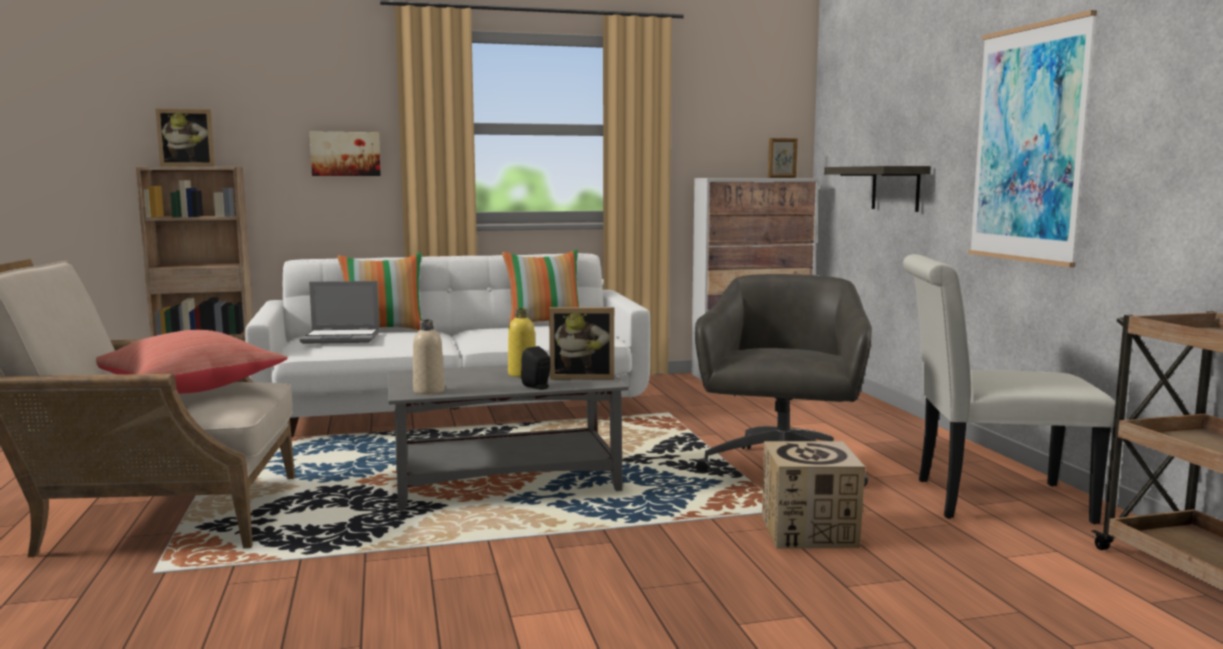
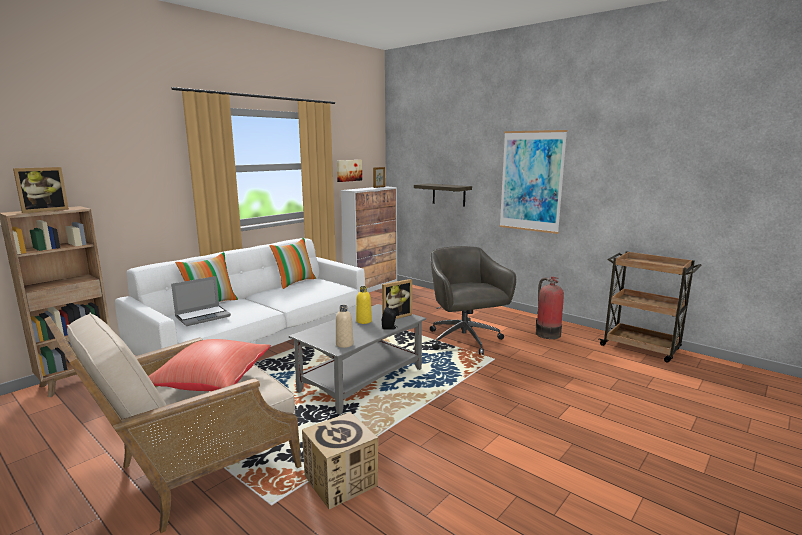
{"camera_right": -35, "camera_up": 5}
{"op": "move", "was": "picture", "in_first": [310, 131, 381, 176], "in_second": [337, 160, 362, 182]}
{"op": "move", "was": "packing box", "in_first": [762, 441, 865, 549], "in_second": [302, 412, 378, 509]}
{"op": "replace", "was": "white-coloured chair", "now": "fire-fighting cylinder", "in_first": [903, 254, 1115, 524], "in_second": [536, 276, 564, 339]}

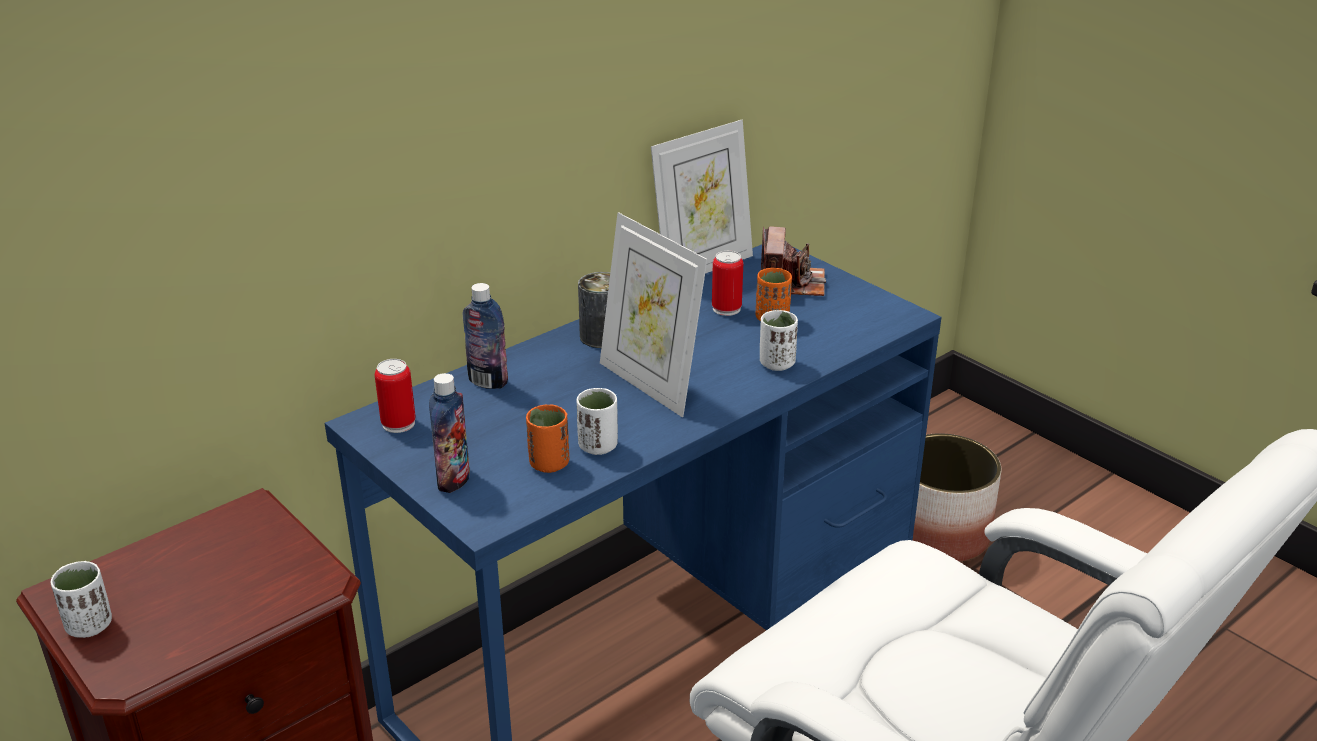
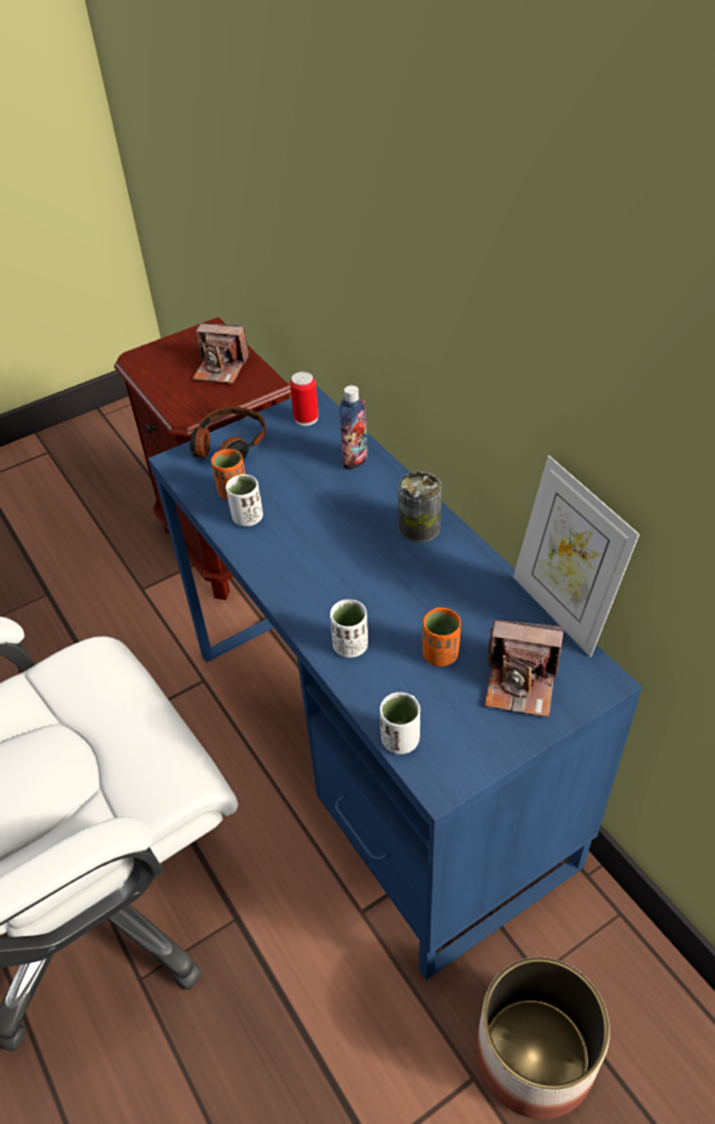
{"camera_right": 100, "camera_up": 15}
{"op": "delete", "was": "picture frame", "in_first": [600, 212, 707, 417]}
{"op": "delete", "was": "can", "in_first": [712, 251, 743, 316]}
{"op": "insert", "now": "still camera", "in_second": [192, 324, 249, 384]}
{"op": "move", "was": "white-coloured cup", "in_first": [51, 561, 112, 638], "in_second": [380, 692, 420, 754]}
{"op": "replace", "was": "drink bottle", "now": "headset", "in_first": [429, 373, 470, 493], "in_second": [190, 407, 266, 460]}

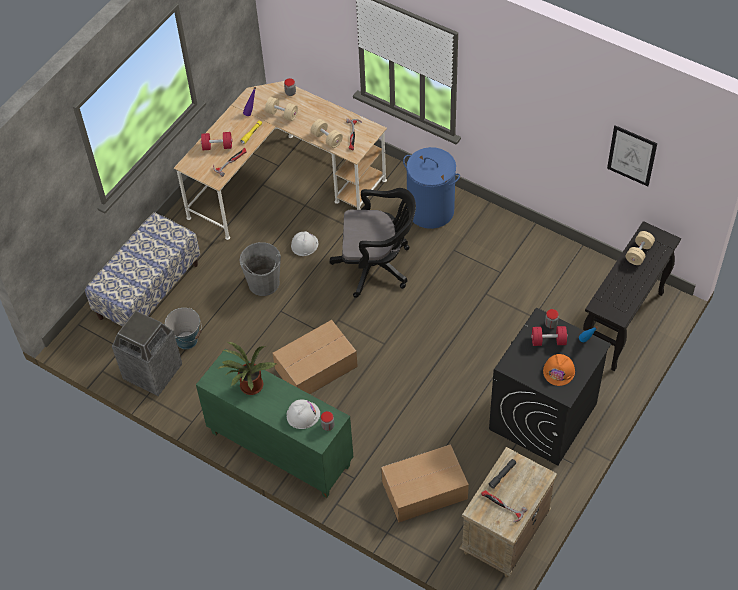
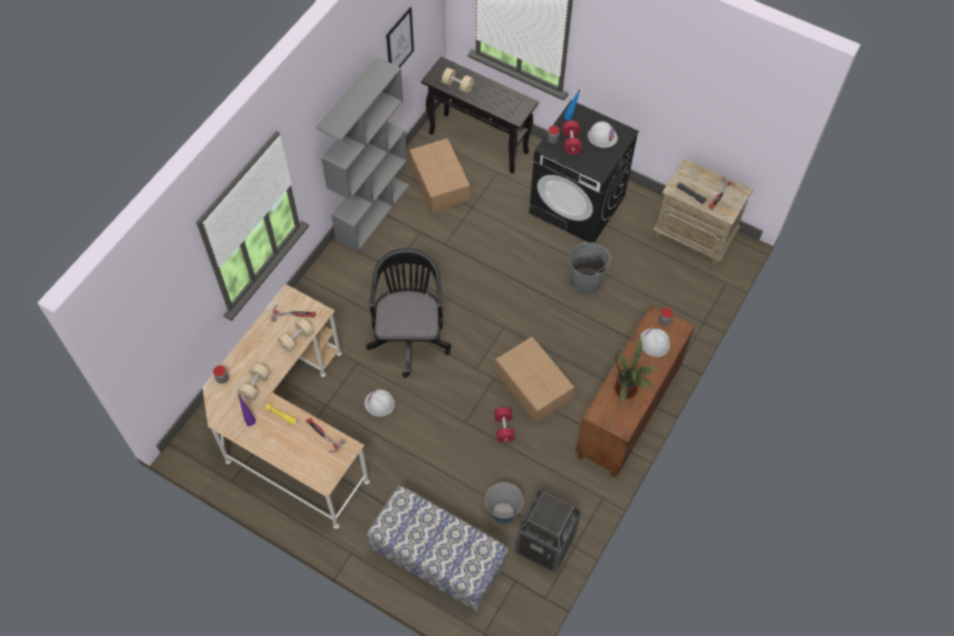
{"camera_right": -95, "camera_up": 5}
{"op": "delete", "was": "blue-coloured washing basket", "in_first": [403, 147, 460, 229]}
{"op": "insert", "now": "grey bookcase", "in_second": [316, 57, 409, 252]}
{"op": "move", "was": "red-coloured hand weight", "in_first": [201, 132, 233, 150], "in_second": [494, 407, 515, 443]}
{"op": "move", "was": "grey bucket", "in_first": [240, 242, 281, 296], "in_second": [569, 242, 611, 294]}
{"op": "move", "was": "packing box", "in_first": [381, 444, 469, 523], "in_second": [409, 138, 470, 213]}
{"op": "recolor", "was": "greenish cupboard", "now": "brown-coloured cupboard", "in_first": [196, 349, 353, 498], "in_second": [575, 304, 695, 477]}
{"op": "recolor", "was": "orangey safety helmet", "now": "white-coloured safety helmet", "in_first": [543, 354, 575, 386], "in_second": [588, 121, 618, 148]}

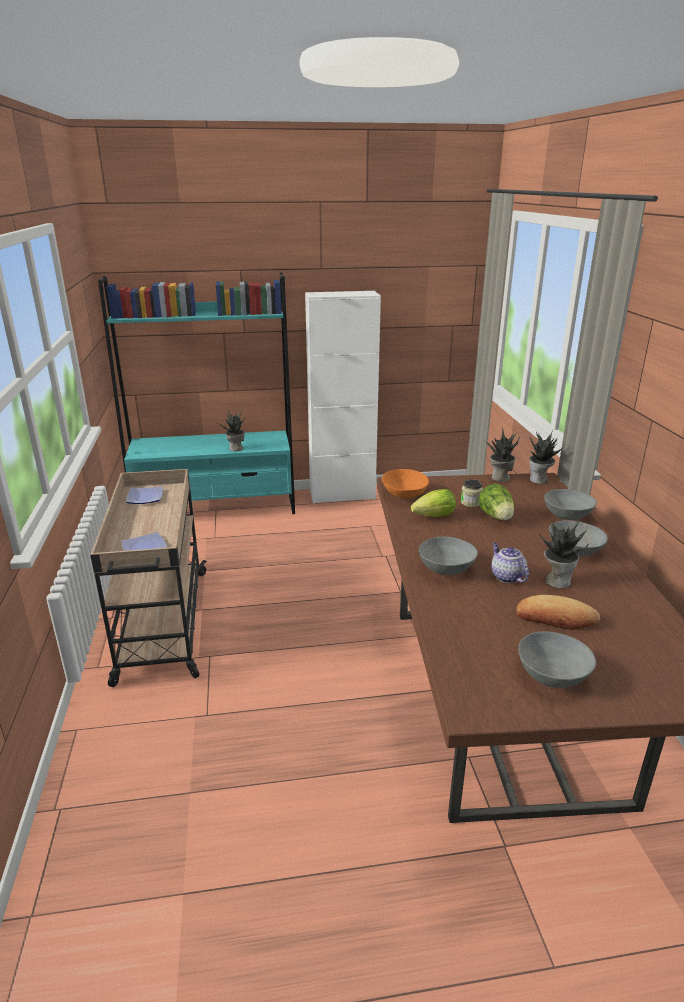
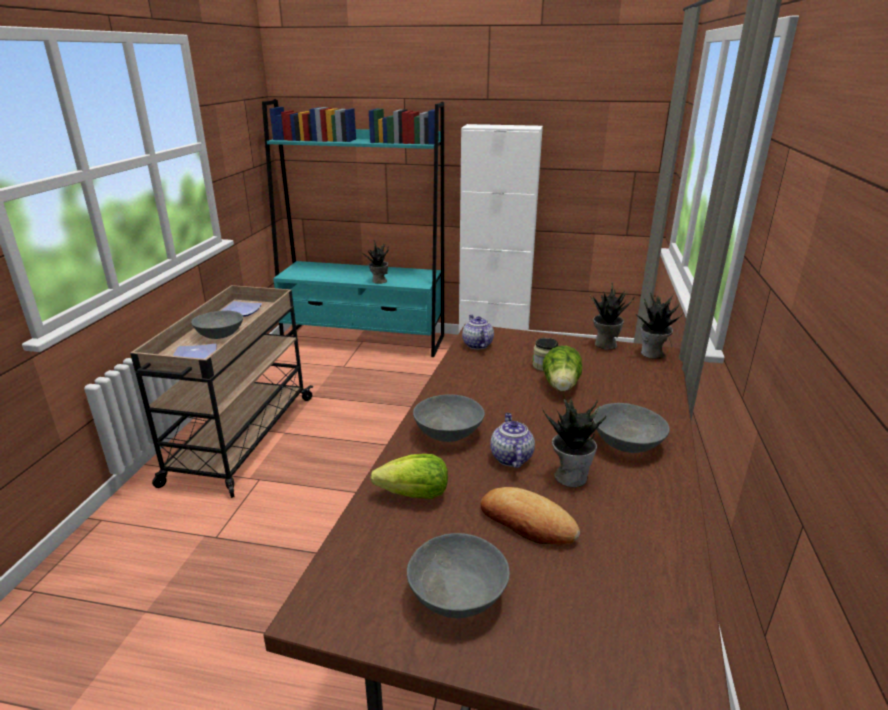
{"camera_right": 20, "camera_up": 0}
{"op": "move", "was": "lettuce head", "in_first": [411, 489, 456, 517], "in_second": [371, 454, 448, 499]}
{"op": "move", "was": "grey bowl", "in_first": [544, 489, 597, 520], "in_second": [191, 310, 243, 339]}
{"op": "replace", "was": "orangey bowl", "now": "tea pot", "in_first": [382, 469, 429, 499], "in_second": [462, 315, 494, 349]}

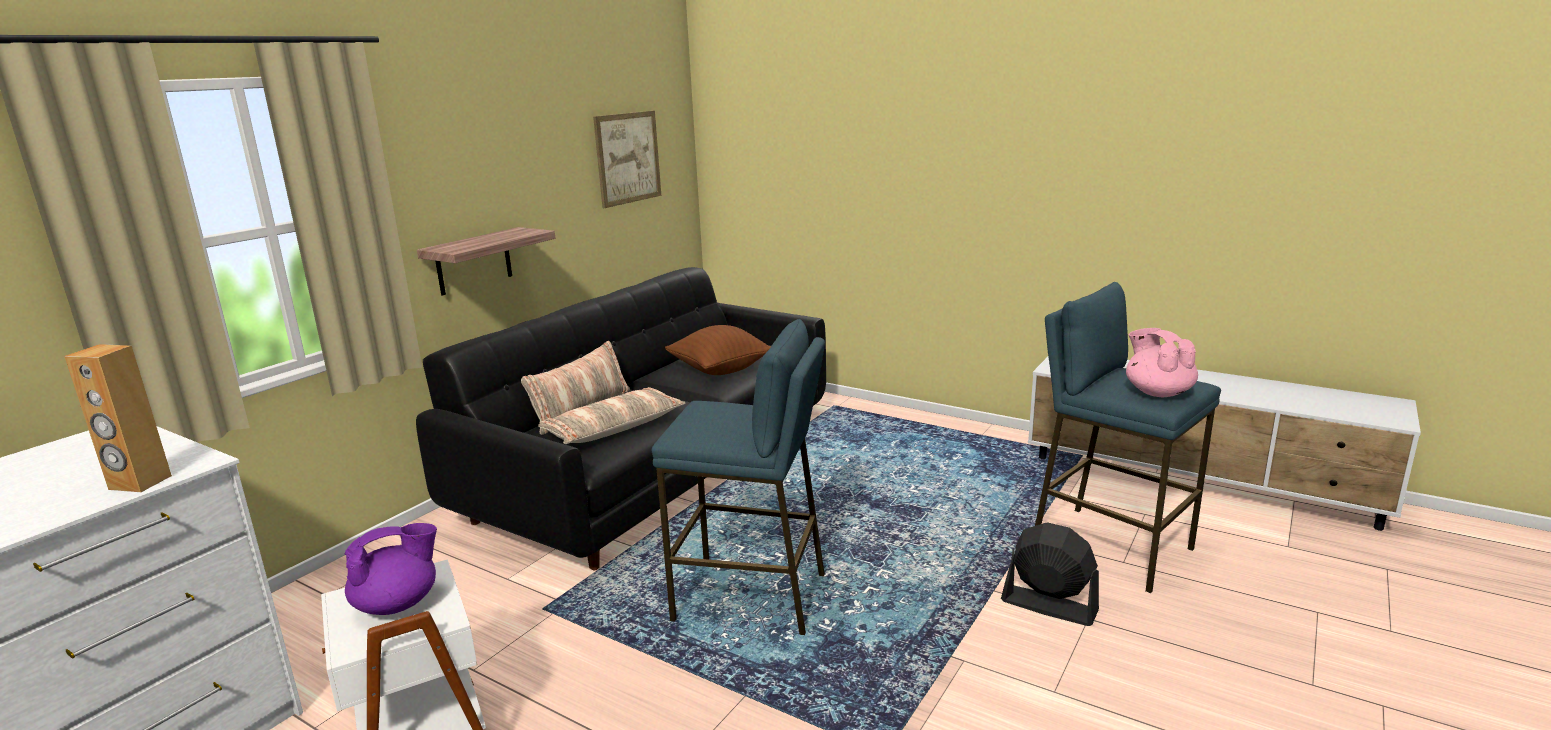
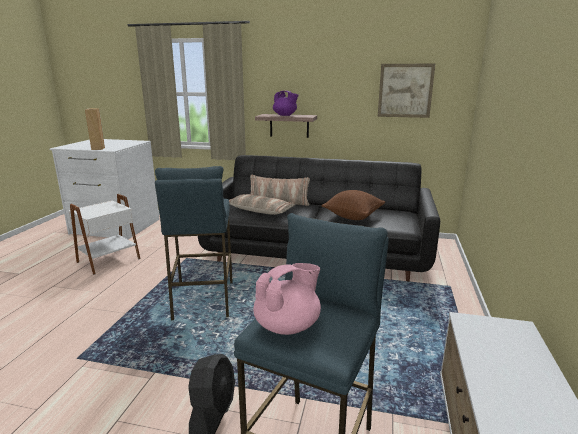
{"camera_right": 70, "camera_up": 0}
{"op": "move", "was": "purplish tea pot", "in_first": [344, 523, 437, 615], "in_second": [273, 91, 299, 116]}

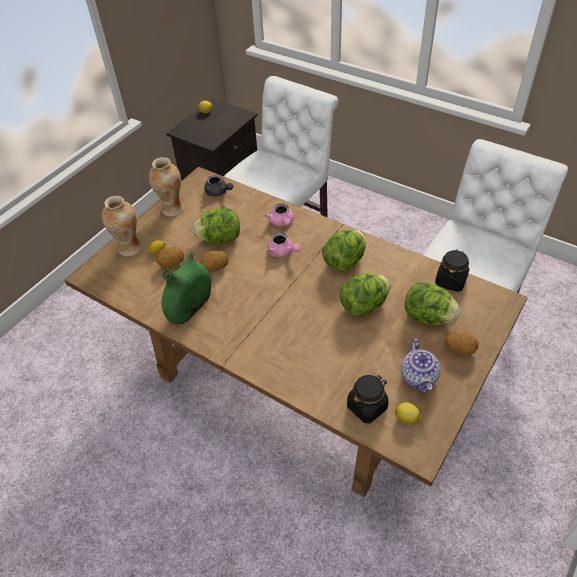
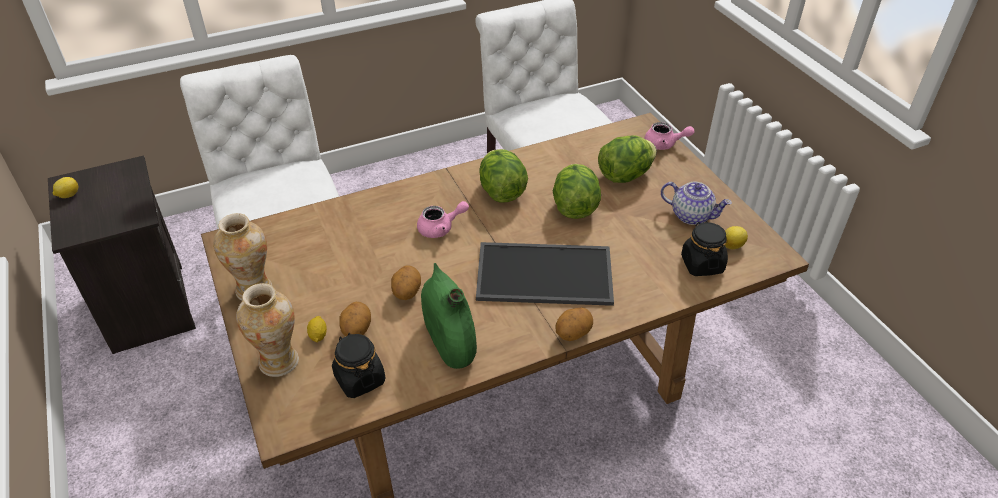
{"camera_right": -60, "camera_up": -5}
{"op": "delete", "was": "lettuce head", "in_first": [192, 208, 240, 244]}
{"op": "delete", "was": "grey tea pot", "in_first": [204, 175, 233, 196]}
{"op": "insert", "now": "tray", "in_second": [476, 242, 614, 306]}
{"op": "move", "was": "pink-coloured tea pot", "in_first": [265, 203, 294, 226], "in_second": [645, 122, 695, 150]}
{"op": "move", "was": "black-coloured jar", "in_first": [435, 249, 469, 292], "in_second": [332, 333, 385, 398]}
{"op": "move", "was": "potato", "in_first": [445, 331, 479, 355], "in_second": [555, 308, 593, 341]}

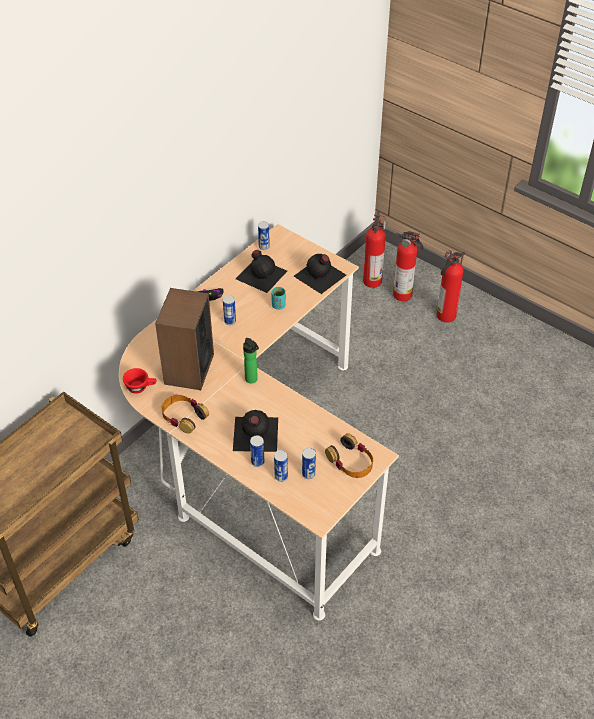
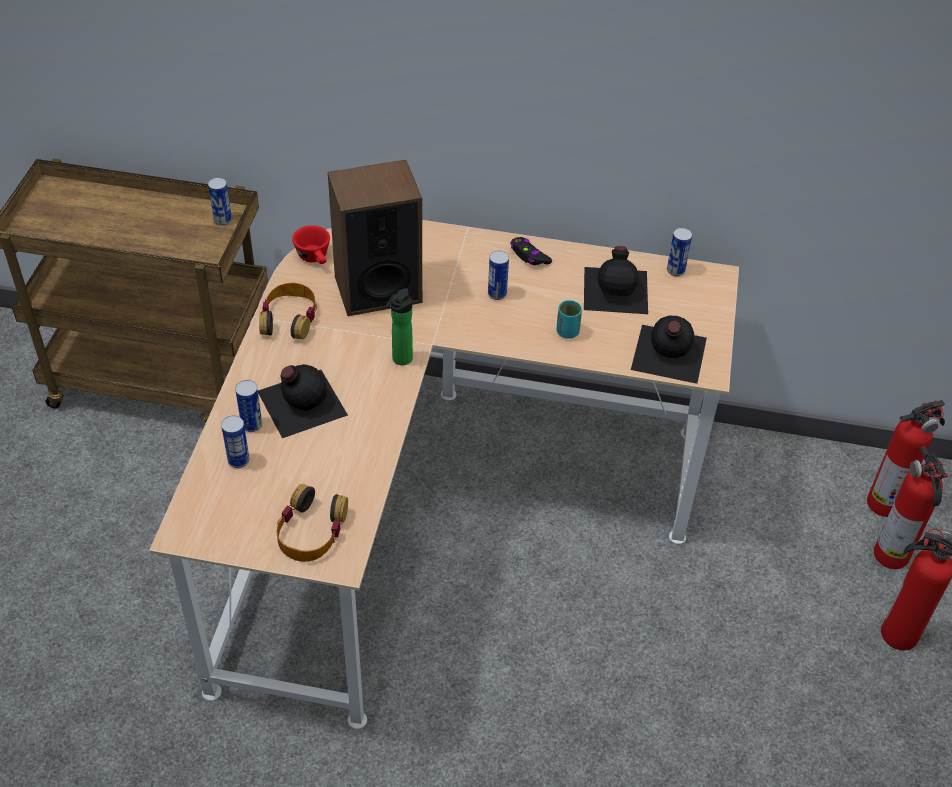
{"camera_right": 60, "camera_up": 0}
{"op": "move", "was": "can", "in_first": [302, 448, 316, 479], "in_second": [208, 177, 232, 226]}

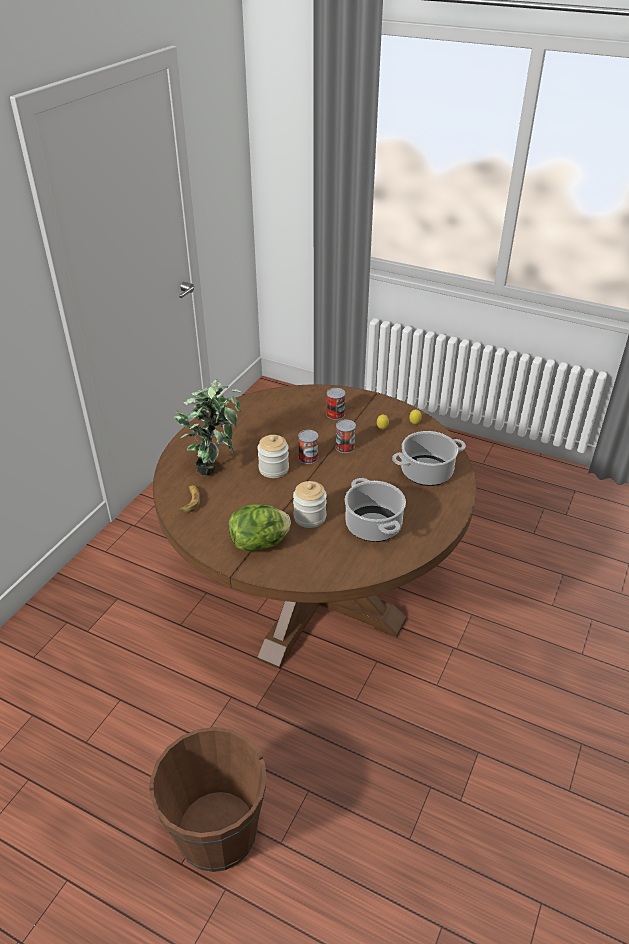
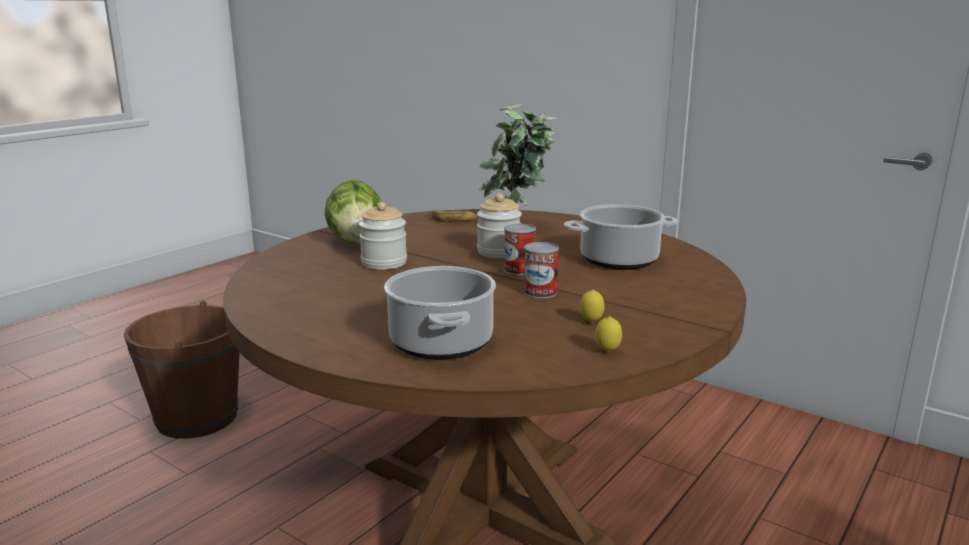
{"camera_right": 100, "camera_up": -20}
{"op": "delete", "was": "can", "in_first": [326, 388, 345, 420]}
{"op": "move", "was": "saucepot", "in_first": [345, 478, 406, 542], "in_second": [564, 204, 678, 270]}

